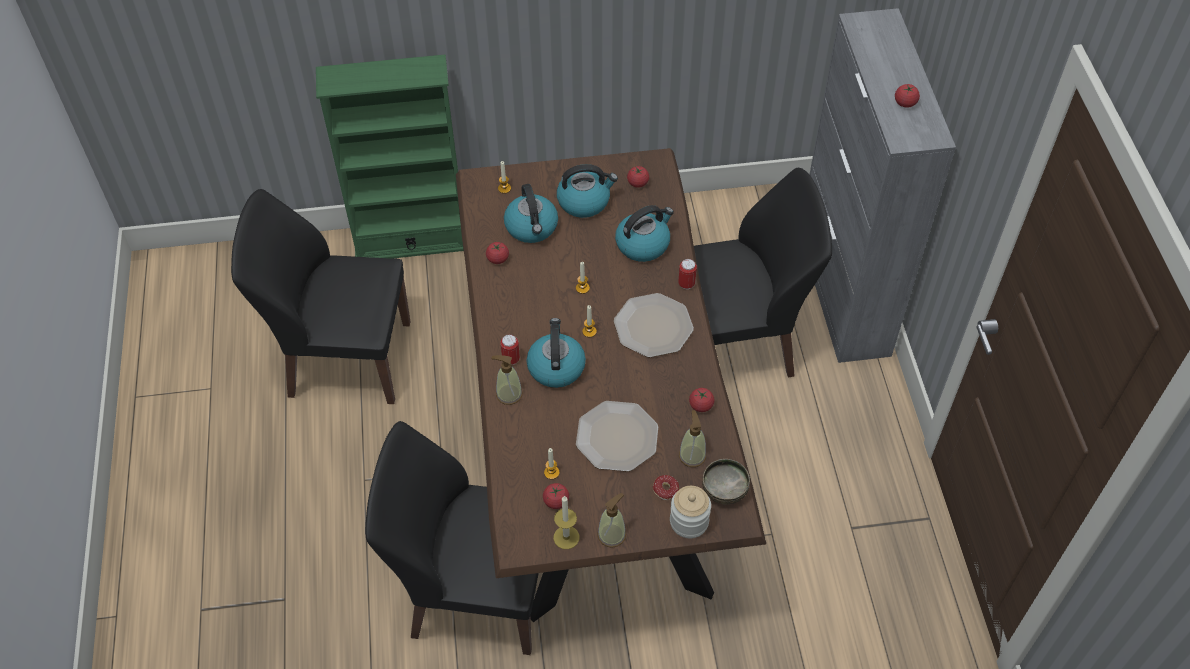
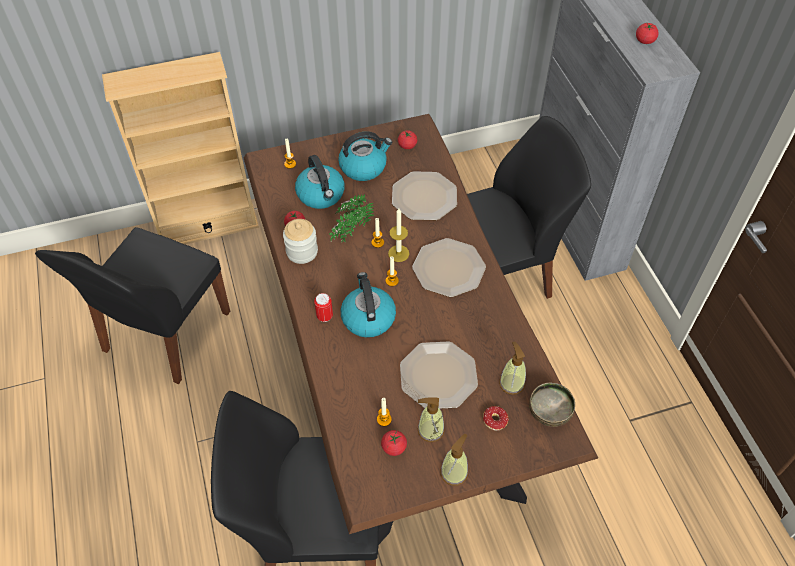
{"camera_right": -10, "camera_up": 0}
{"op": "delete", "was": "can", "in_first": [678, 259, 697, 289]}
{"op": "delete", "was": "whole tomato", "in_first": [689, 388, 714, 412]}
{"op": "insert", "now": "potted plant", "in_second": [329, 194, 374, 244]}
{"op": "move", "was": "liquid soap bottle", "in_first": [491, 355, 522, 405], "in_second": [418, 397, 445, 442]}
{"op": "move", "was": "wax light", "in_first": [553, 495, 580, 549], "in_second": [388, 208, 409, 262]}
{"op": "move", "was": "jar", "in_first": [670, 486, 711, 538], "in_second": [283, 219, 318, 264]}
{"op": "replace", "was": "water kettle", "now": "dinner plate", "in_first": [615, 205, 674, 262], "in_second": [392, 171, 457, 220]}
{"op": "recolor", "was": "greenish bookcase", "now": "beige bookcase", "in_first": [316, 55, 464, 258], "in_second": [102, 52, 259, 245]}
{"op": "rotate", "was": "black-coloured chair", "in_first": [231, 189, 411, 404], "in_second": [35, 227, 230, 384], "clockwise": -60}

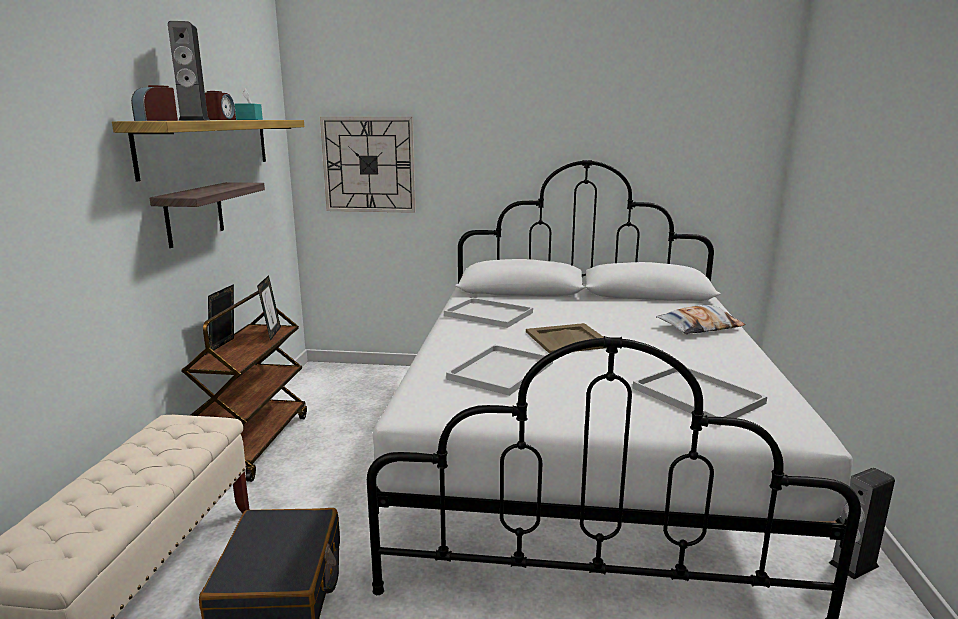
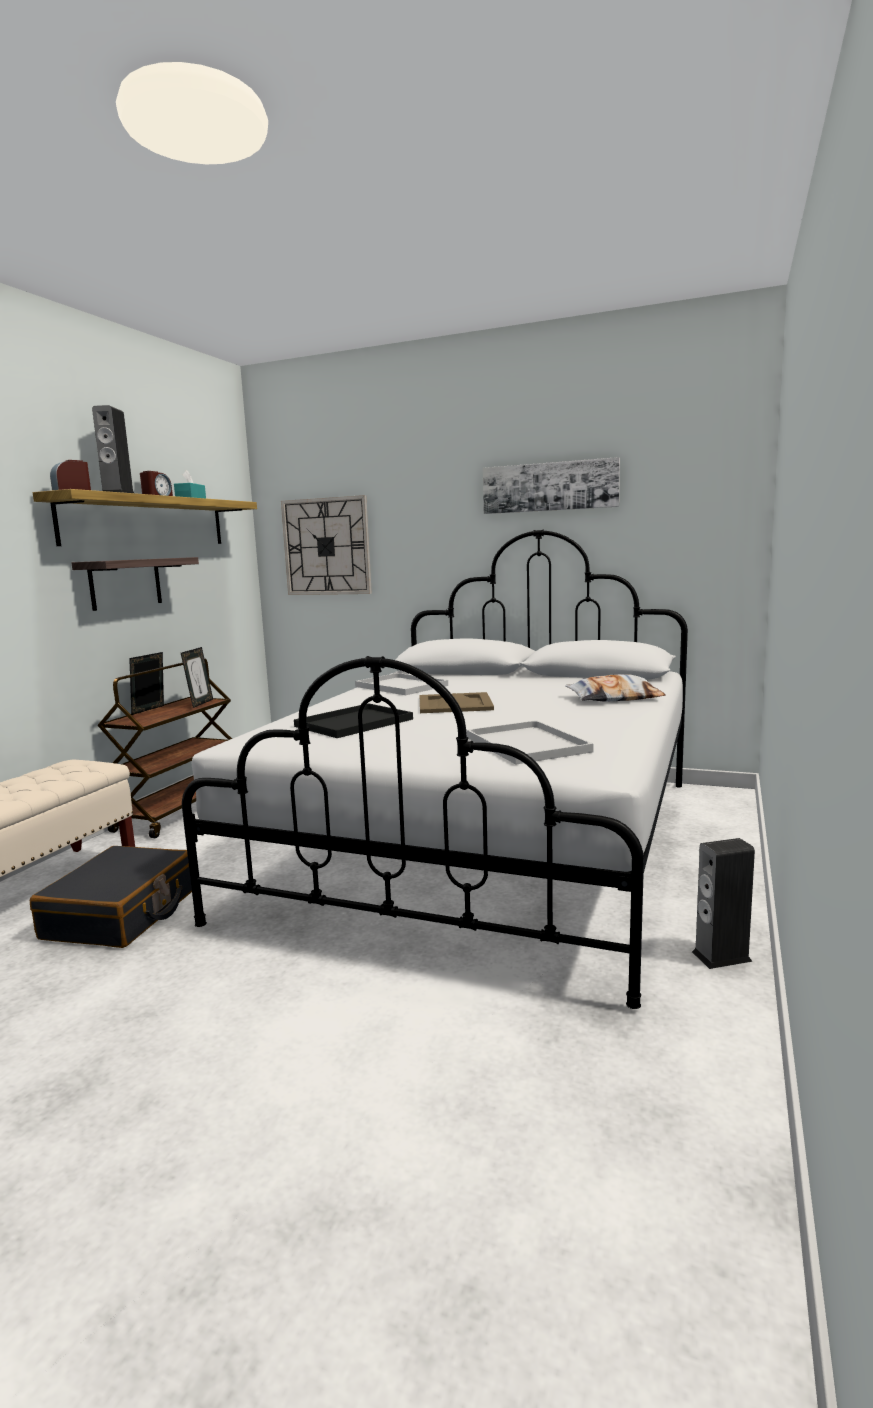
{"camera_right": 15, "camera_up": -5}
{"op": "insert", "now": "picture", "in_second": [483, 457, 620, 514]}
{"op": "recolor", "was": "white-coloured tray", "now": "black-coloured tray", "in_first": [446, 345, 553, 396], "in_second": [294, 703, 413, 738]}

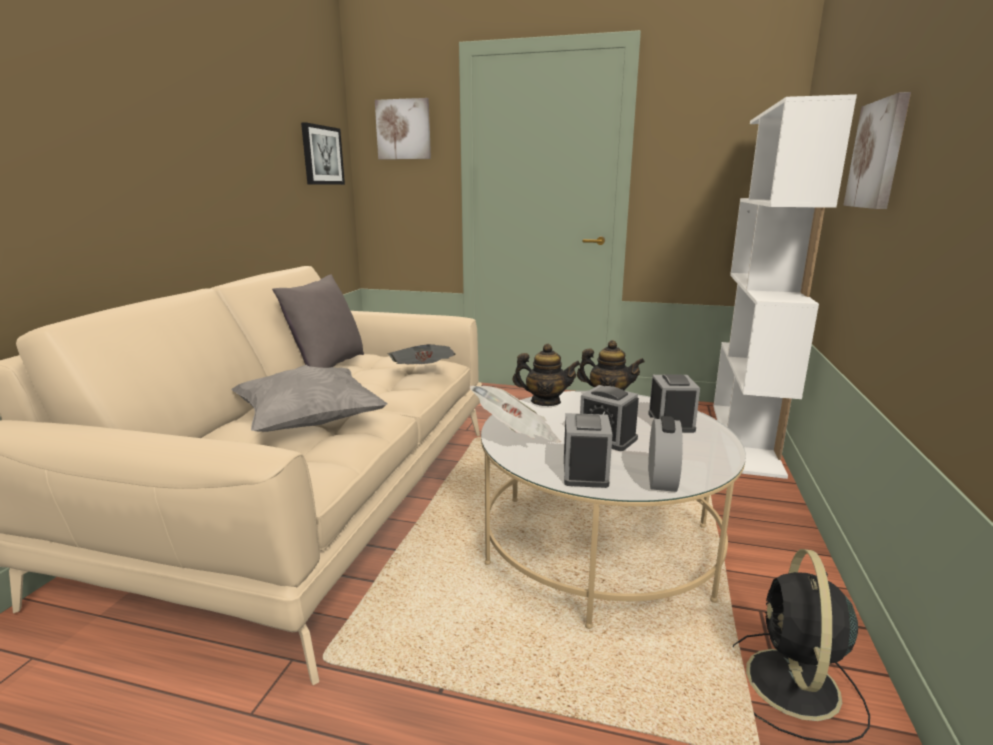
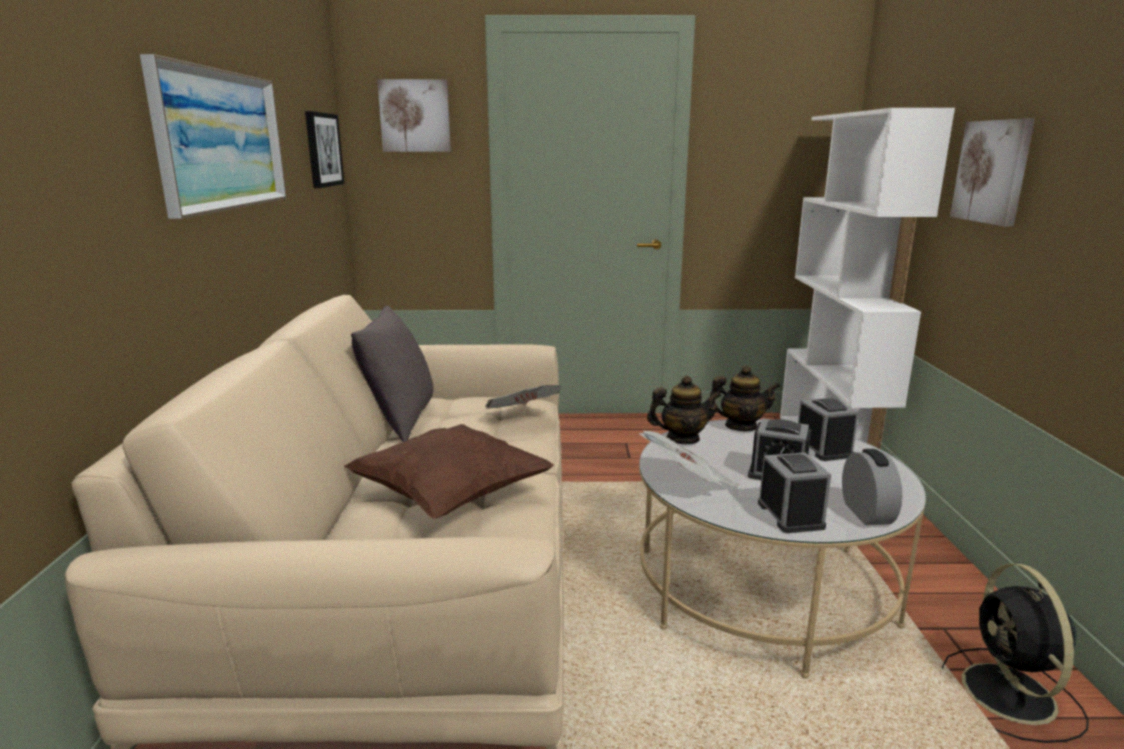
{"camera_right": -15, "camera_up": 0}
{"op": "insert", "now": "picture", "in_second": [140, 54, 286, 219]}
{"op": "recolor", "was": "grey cushion", "now": "brown-coloured cushion", "in_first": [231, 365, 388, 432], "in_second": [344, 424, 554, 518]}

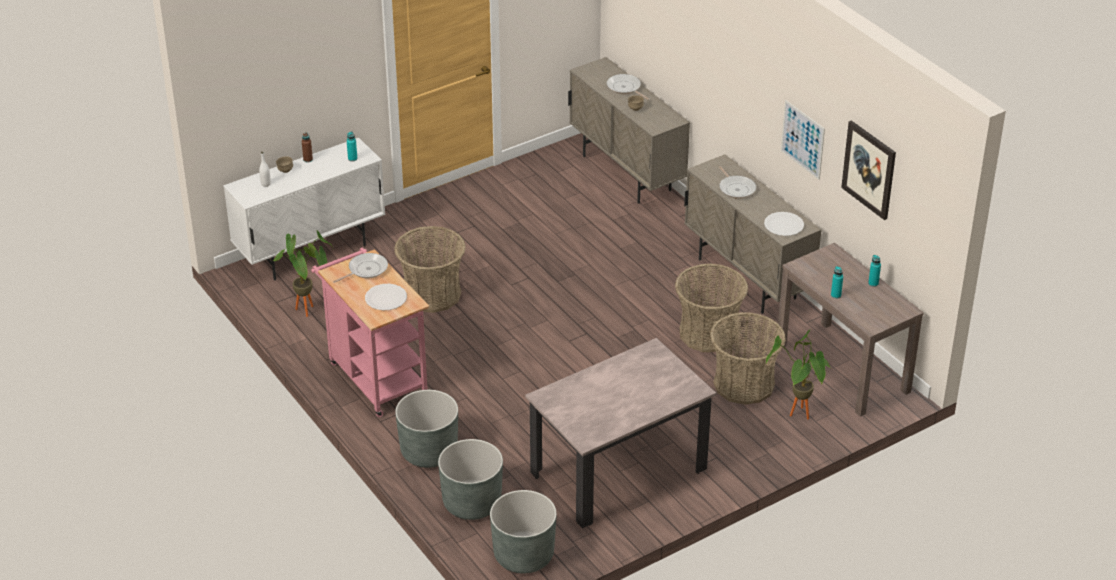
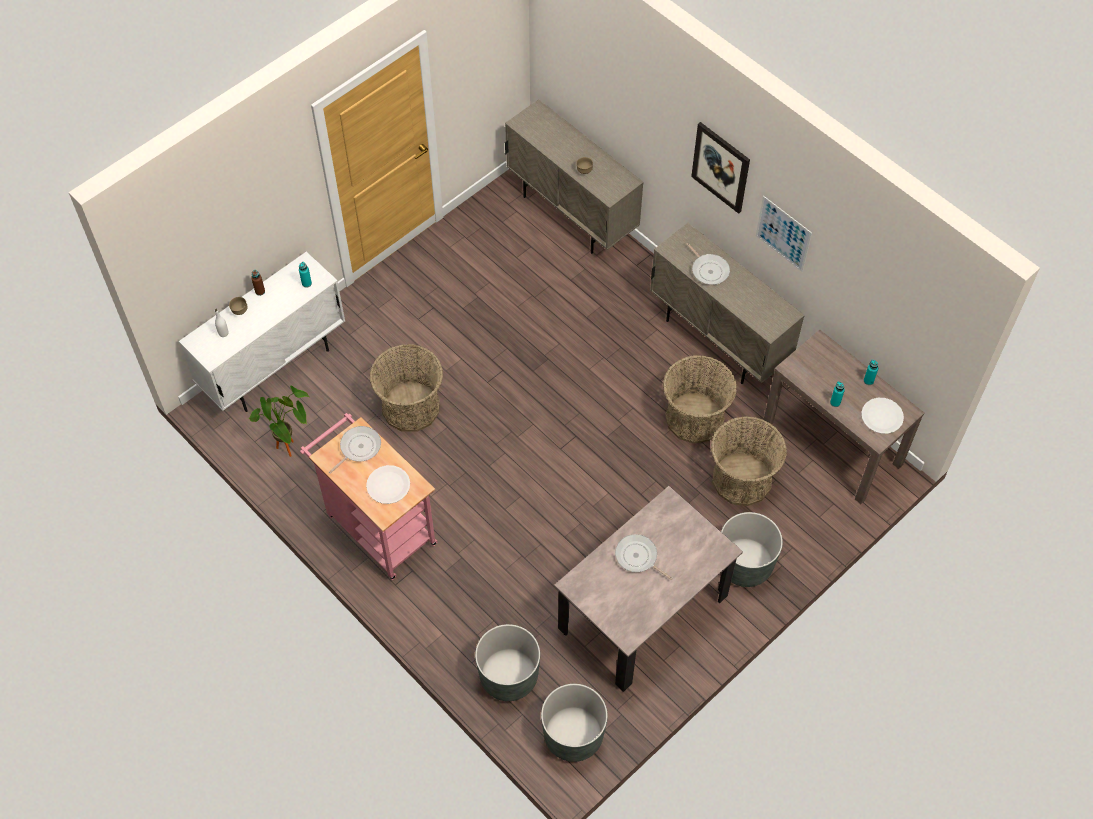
{"camera_right": -10, "camera_up": 20}
{"op": "delete", "was": "potted plant", "in_first": [766, 330, 831, 419]}
{"op": "move", "was": "grey planter", "in_first": [395, 390, 458, 468], "in_second": [721, 512, 783, 587]}
{"op": "move", "was": "pan", "in_first": [607, 74, 649, 100], "in_second": [615, 534, 673, 580]}
{"op": "move", "was": "white-coloured dinner plate", "in_first": [764, 212, 804, 236], "in_second": [861, 398, 904, 434]}
{"op": "move", "was": "picture", "in_first": [841, 120, 896, 220], "in_second": [691, 122, 750, 214]}

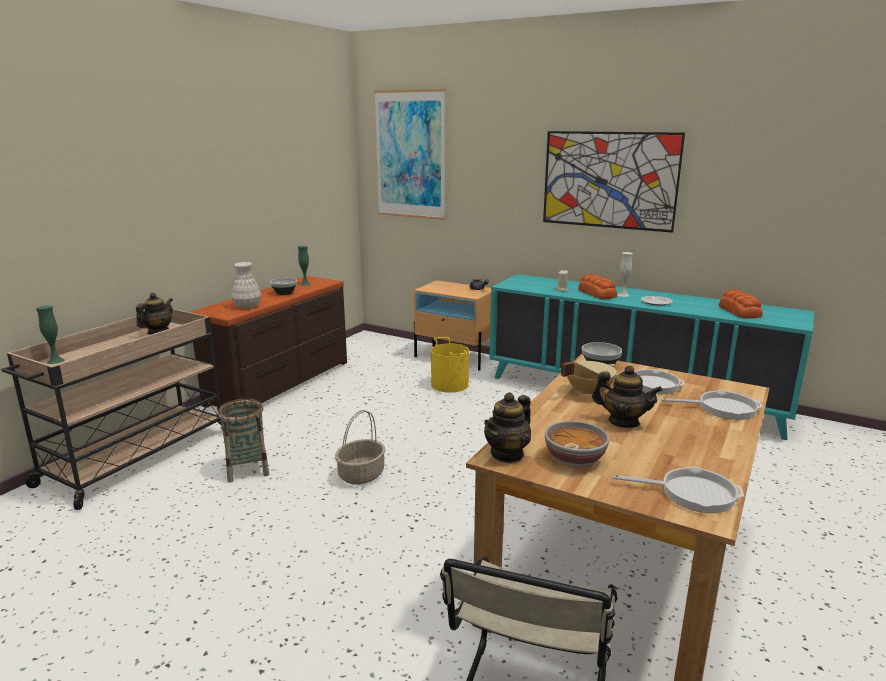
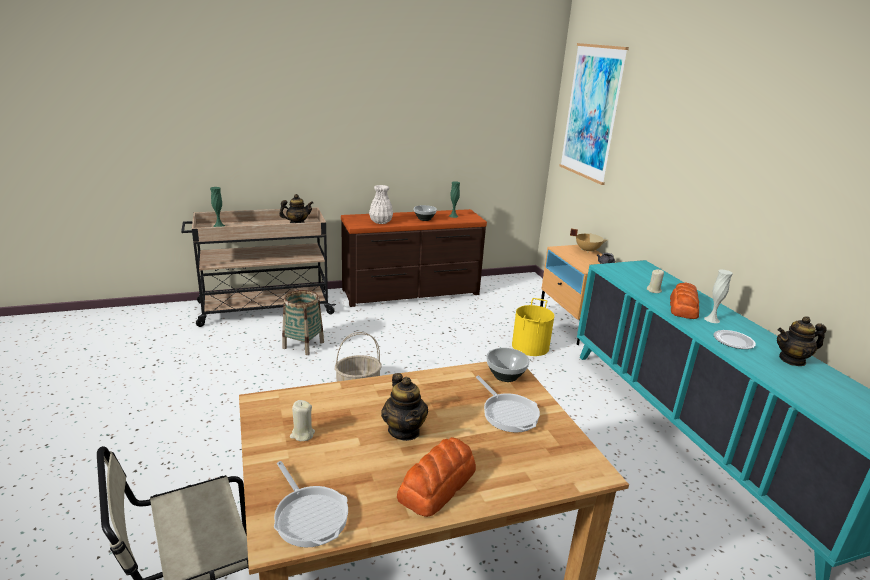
{"camera_right": 40, "camera_up": 5}
{"op": "delete", "was": "picture", "in_first": [543, 131, 685, 233]}
{"op": "delete", "was": "pan", "in_first": [661, 390, 763, 420]}
{"op": "move", "was": "tea pot", "in_first": [484, 392, 531, 463], "in_second": [777, 316, 826, 366]}
{"op": "move", "was": "beige saucepot", "in_first": [561, 361, 616, 395], "in_second": [570, 229, 607, 253]}
{"op": "move", "was": "baked bread", "in_first": [719, 289, 763, 318], "in_second": [397, 437, 476, 517]}
{"op": "replace", "was": "bowl", "now": "beige wax light", "in_first": [545, 421, 609, 467], "in_second": [290, 400, 315, 441]}

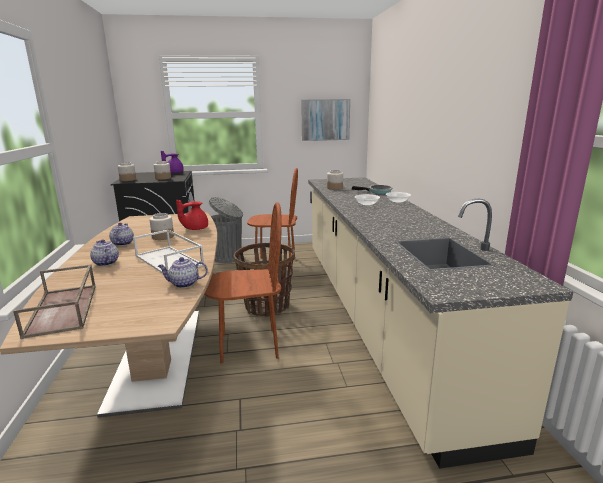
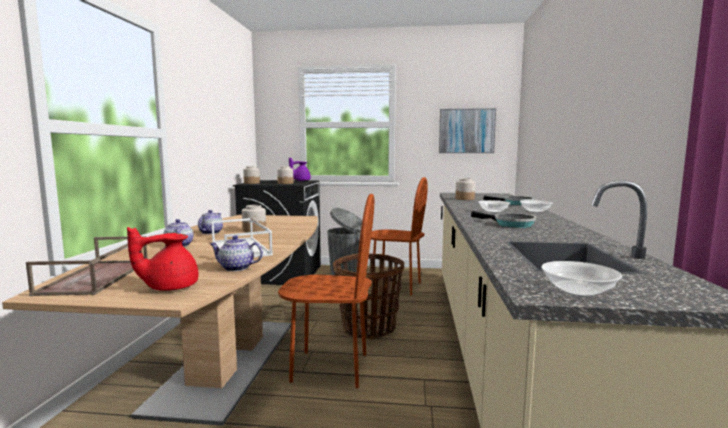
{"camera_right": 15, "camera_up": -10}
{"op": "insert", "now": "pan", "in_second": [471, 211, 536, 228]}
{"op": "insert", "now": "bowl", "in_second": [541, 261, 622, 297]}
{"op": "move", "was": "red-coloured tea pot", "in_first": [176, 200, 208, 230], "in_second": [127, 227, 199, 291]}

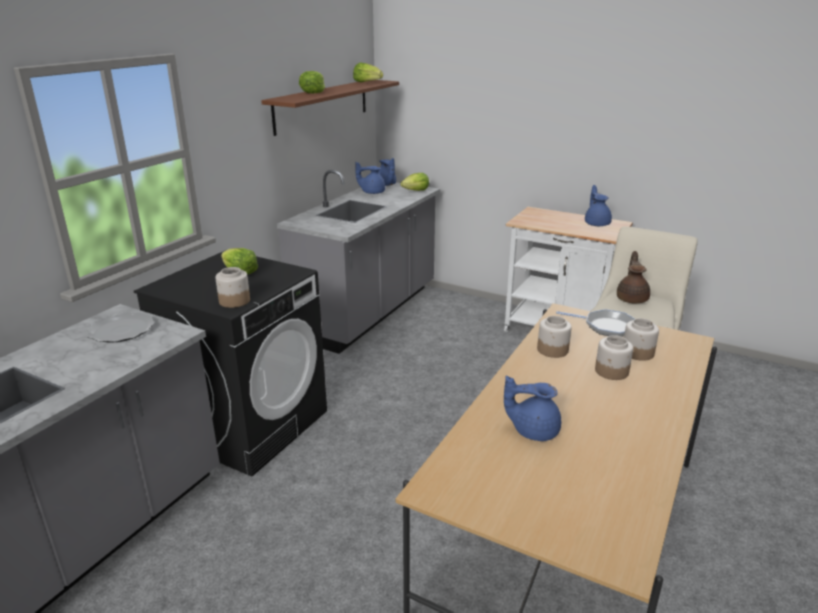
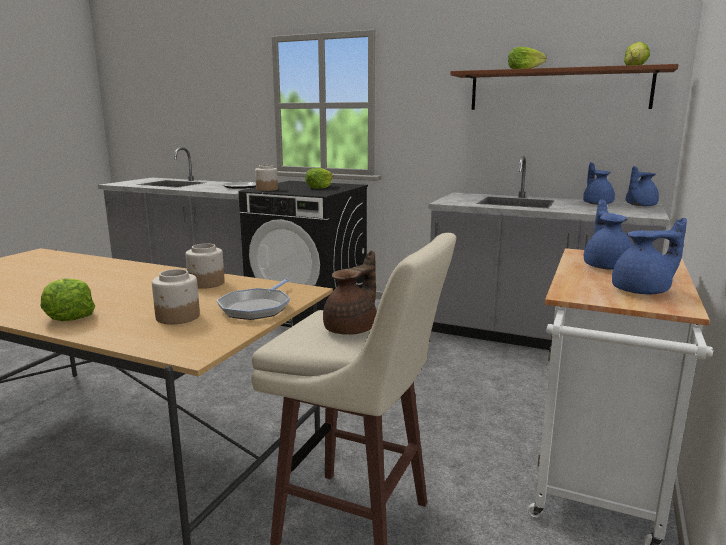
{"camera_right": 85, "camera_up": -10}
{"op": "delete", "was": "jar", "in_first": [595, 335, 633, 380]}
{"op": "move", "was": "lettuce head", "in_first": [400, 173, 429, 191], "in_second": [41, 278, 95, 321]}
{"op": "move", "was": "blue-coloured tea pot", "in_first": [504, 375, 561, 441], "in_second": [584, 199, 632, 270]}
{"op": "rotate", "was": "brown-coloured tea pot", "in_first": [617, 251, 650, 303], "in_second": [323, 251, 377, 335], "clockwise": -60}

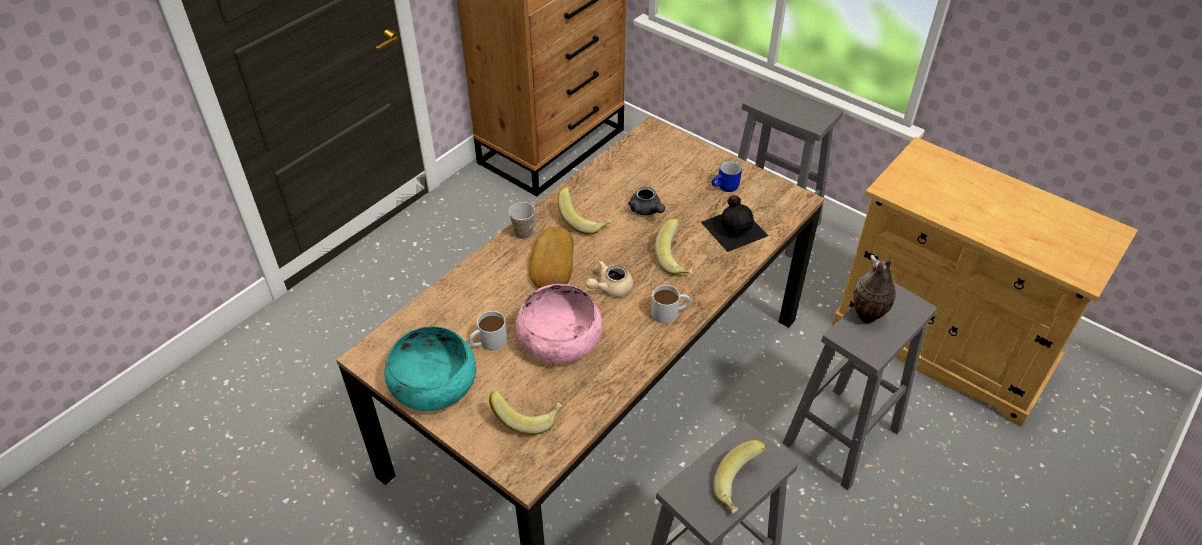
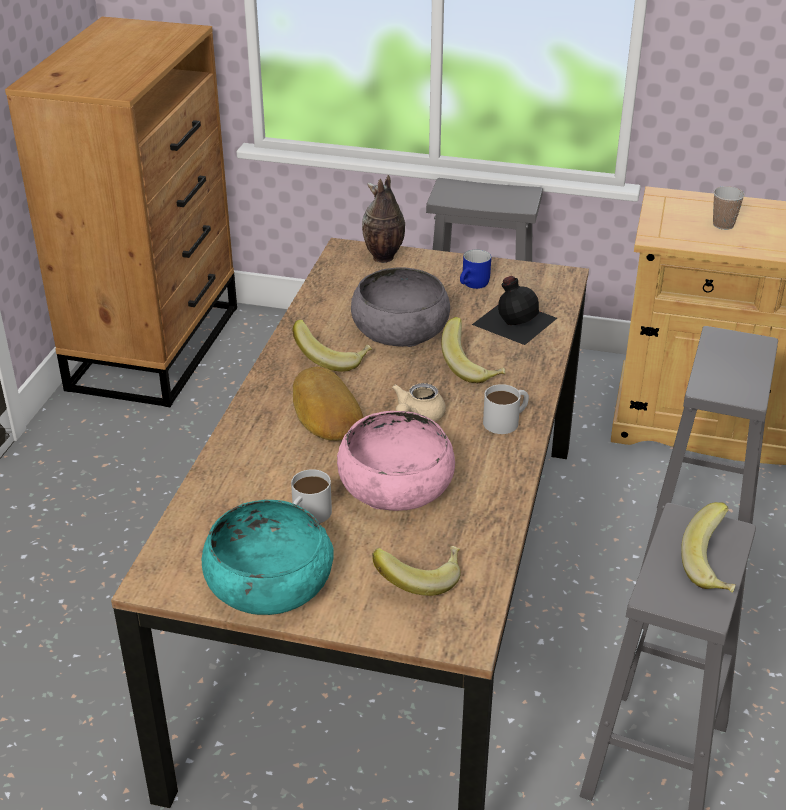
{"camera_right": -25, "camera_up": -10}
{"op": "move", "was": "cup", "in_first": [508, 202, 535, 239], "in_second": [713, 186, 745, 230]}
{"op": "move", "was": "decorative vase", "in_first": [853, 255, 896, 323], "in_second": [362, 175, 405, 263]}
{"op": "replace", "was": "grey tea pot", "now": "grey bowl", "in_first": [628, 187, 665, 215], "in_second": [351, 268, 450, 347]}

